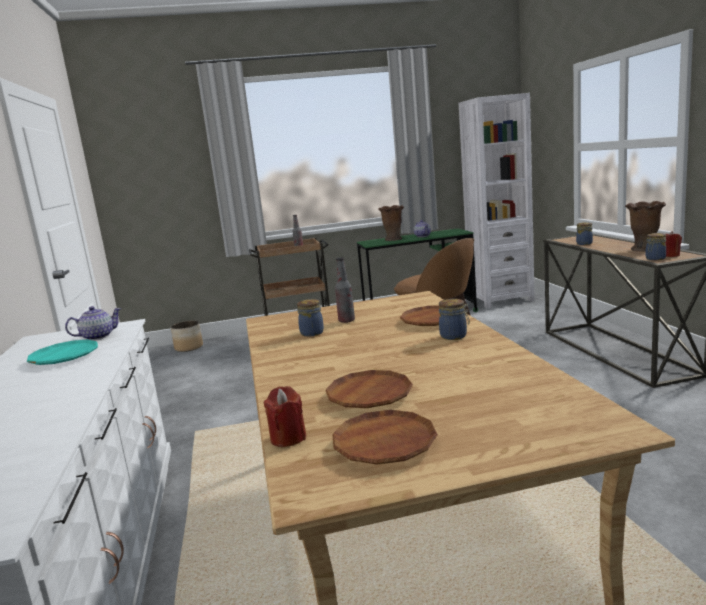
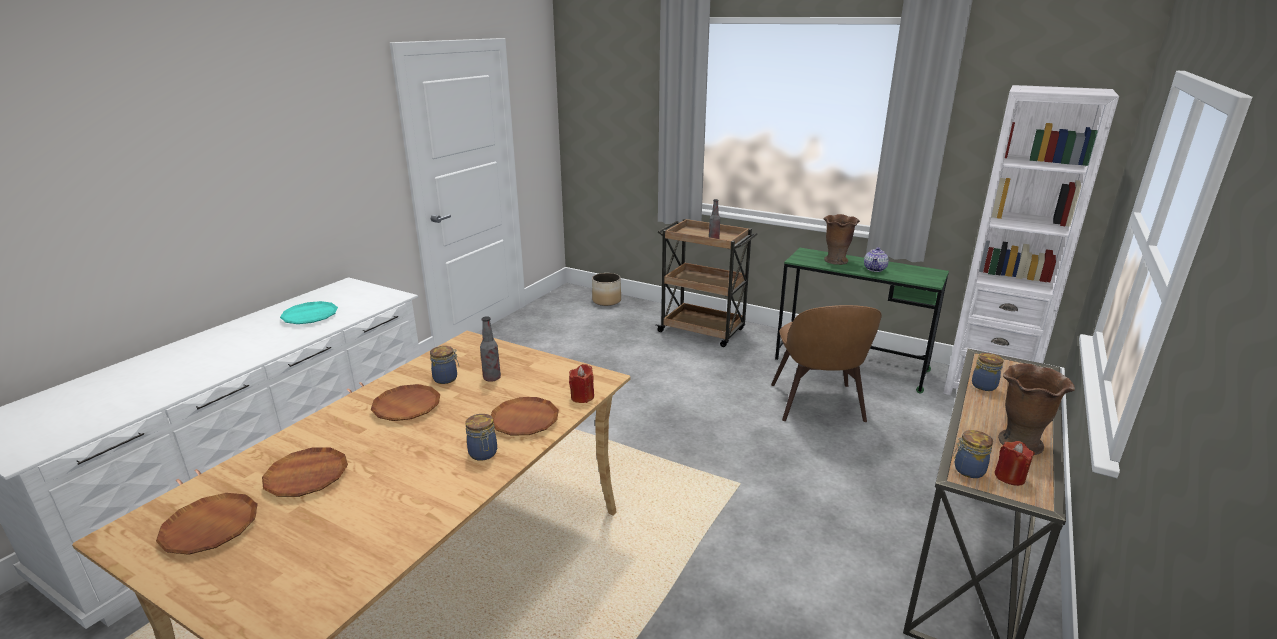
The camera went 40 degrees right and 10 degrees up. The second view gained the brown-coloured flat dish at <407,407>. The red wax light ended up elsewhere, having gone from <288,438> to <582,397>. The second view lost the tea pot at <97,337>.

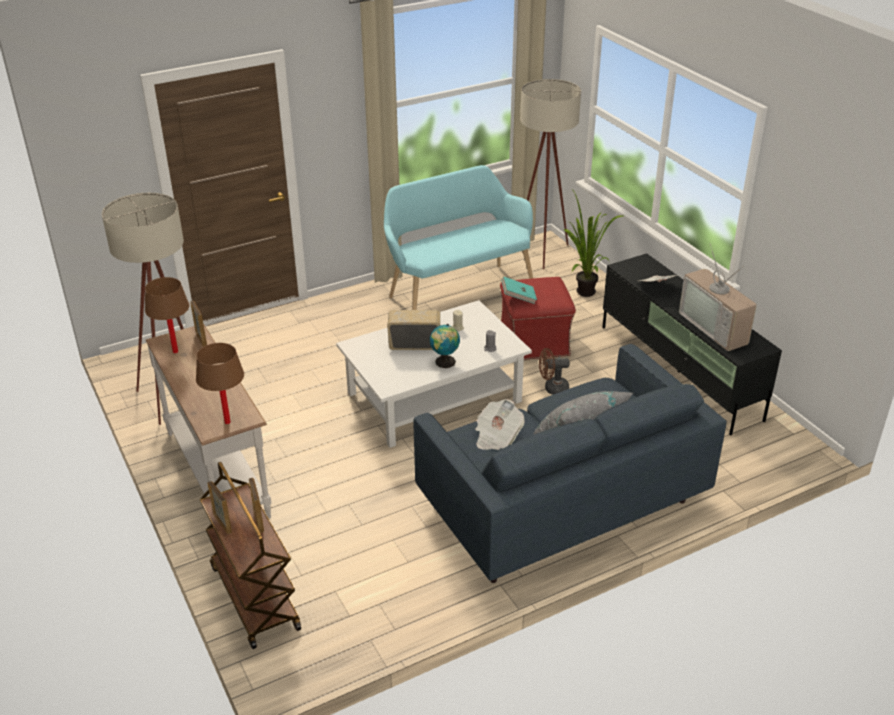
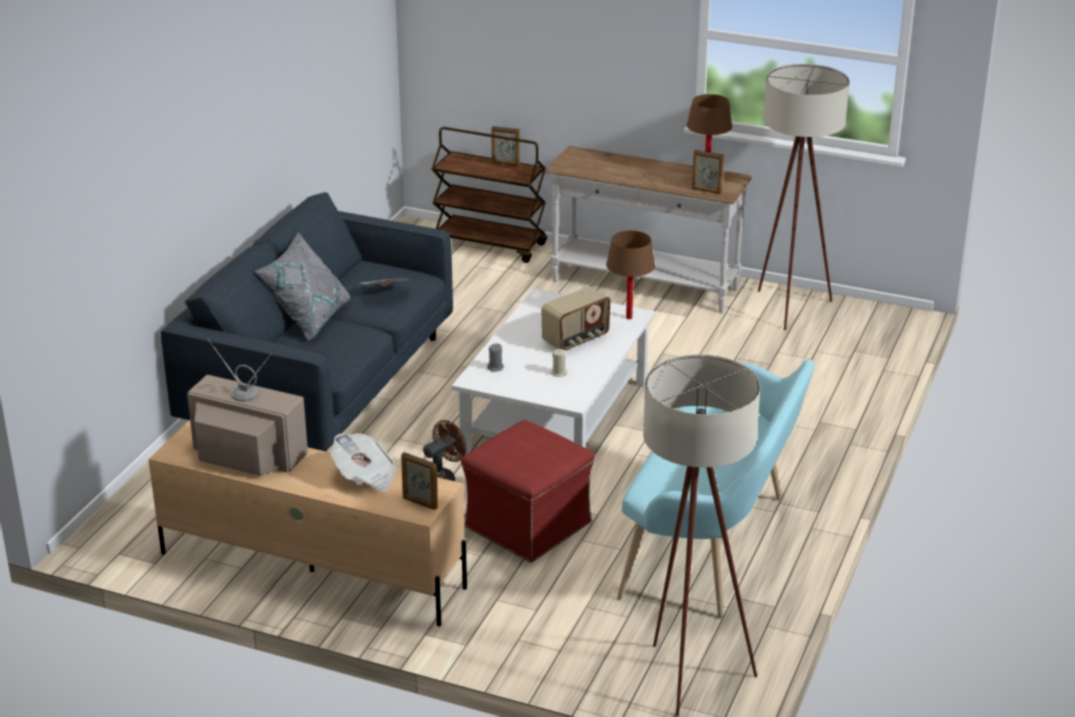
The camera went 140 degrees right and 5 degrees down. What was the black tv unit at <679,372> turned into the beige tv unit at <310,569>. The standing frame ended up elsewhere, having gone from <258,521> to <419,503>. The brown-coloured table lamp ended up elsewhere, having gone from <227,422> to <629,317>. The second view lost the globe at <444,363>. The second view lost the turquoise book at <518,297>. The second view lost the houseplant at <583,294>.

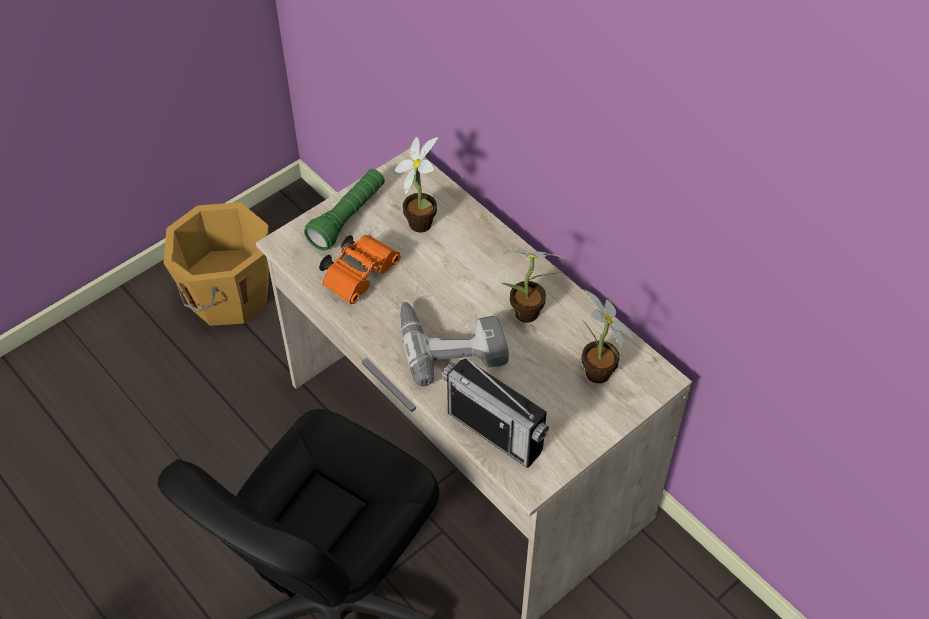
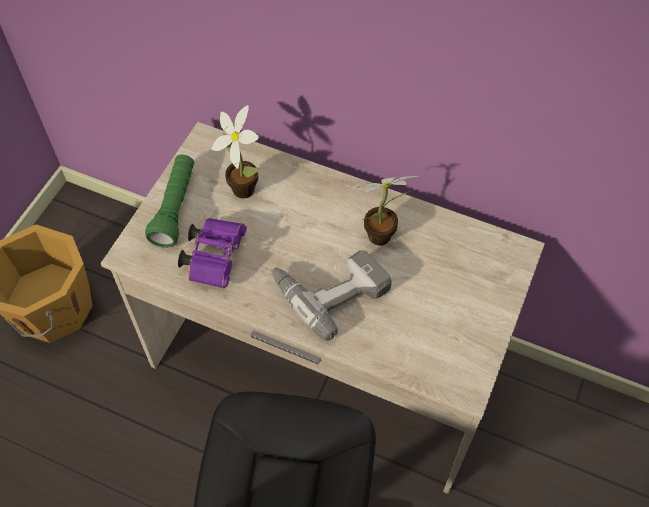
The camera went 25 degrees left and 5 degrees up. What was the orangey pair of binoculars at <360,274> turned into the purple-coloured pair of binoculars at <215,256>. The second view lost the radio receiver at <495,432>. The second view lost the houseplant at <598,377>.

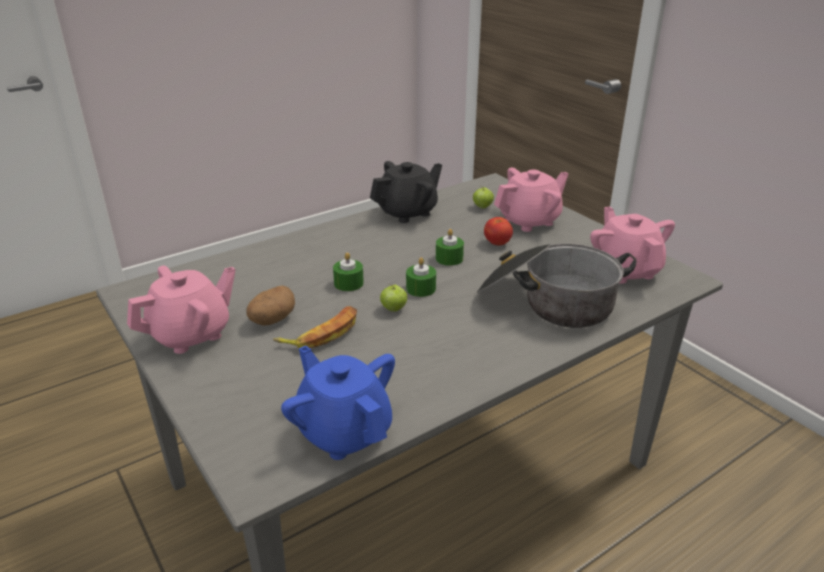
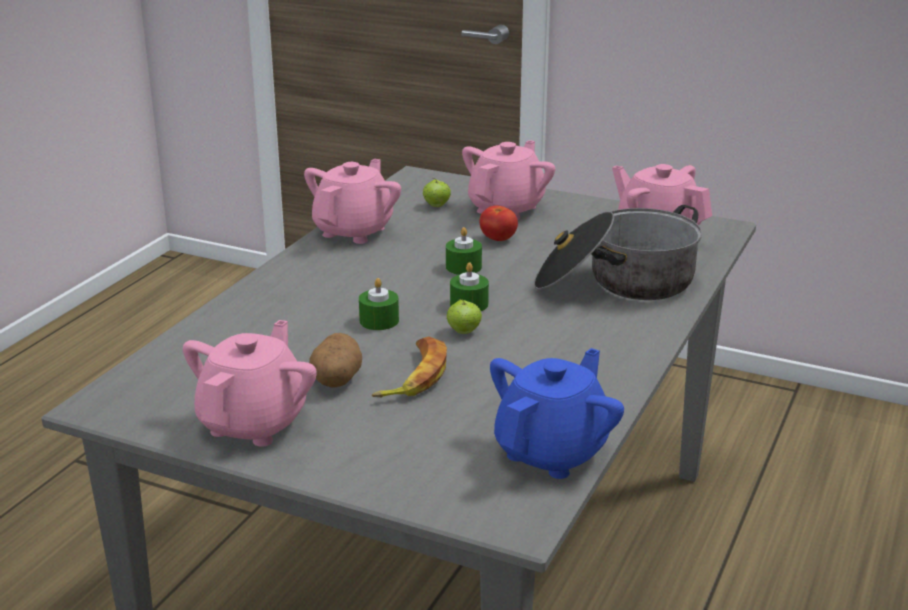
The camera went 30 degrees left and 5 degrees down. What was the black tea pot at <407,212> turned into the pinkish tea pot at <354,231>. The blue tea pot at <344,431> ended up facing another way, 105 degrees clockwise from before.

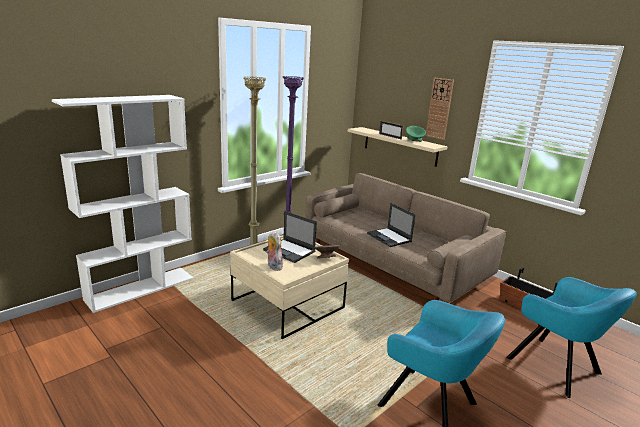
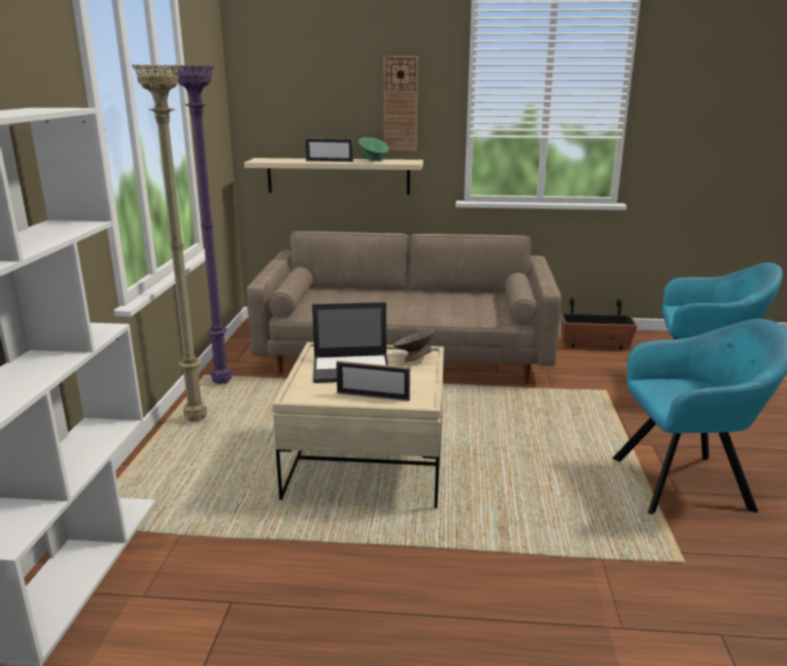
The camera went 40 degrees left and 0 degrees up. Where the cuddly toy stood at <273,266>, the standing frame came to stand at <373,396>. The second view lost the laptop at <389,237>.

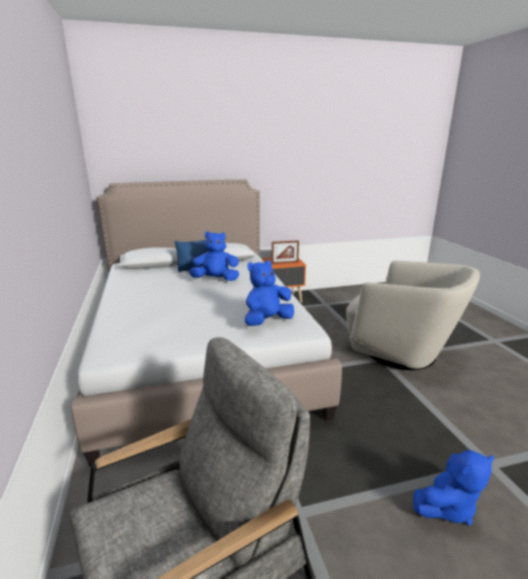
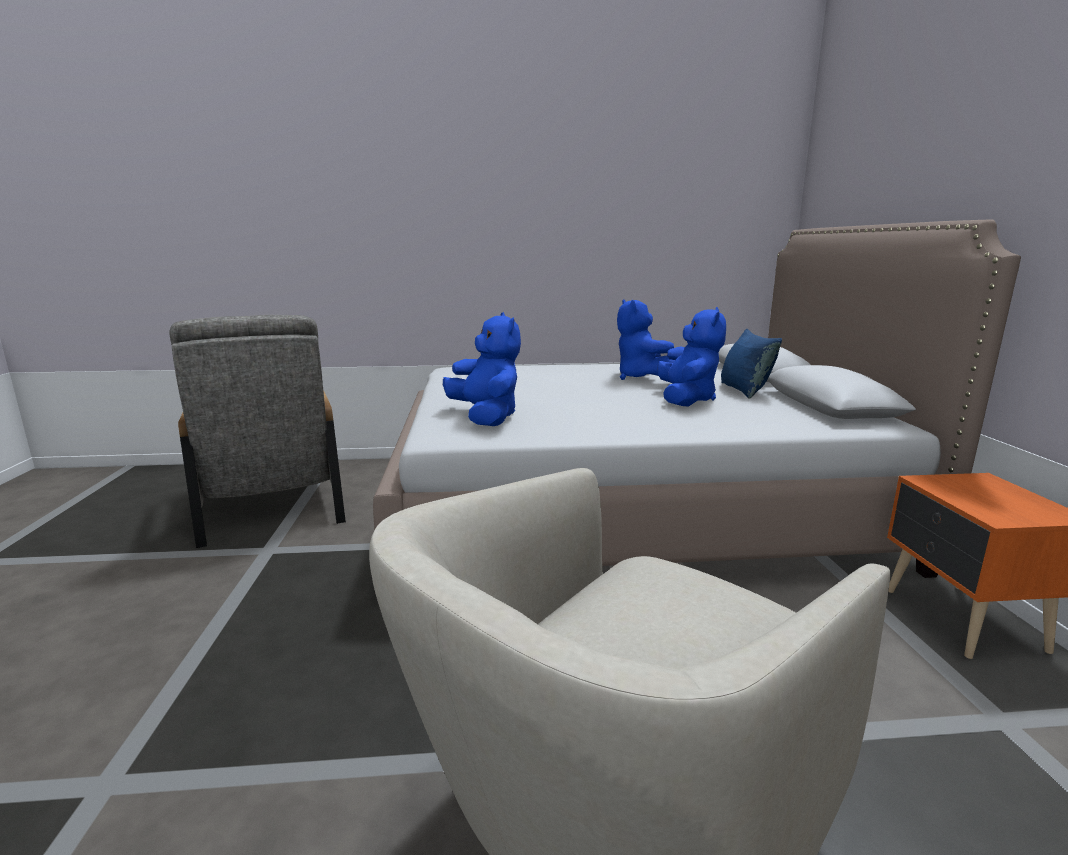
The camera went 100 degrees right and 5 degrees down. The blue cuddly toy ended up elsewhere, having gone from <446,506> to <641,378>. The second view lost the standing frame at <284,262>.

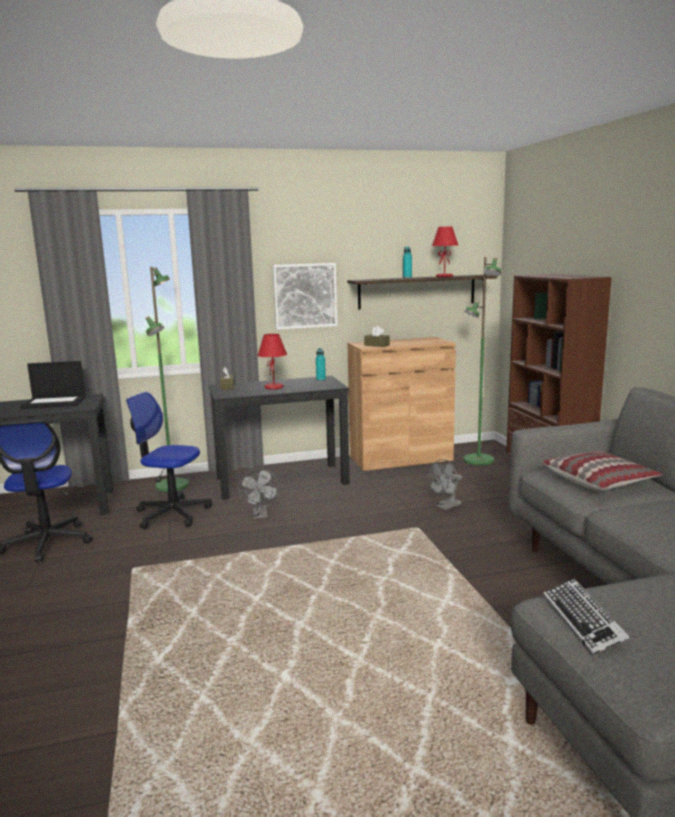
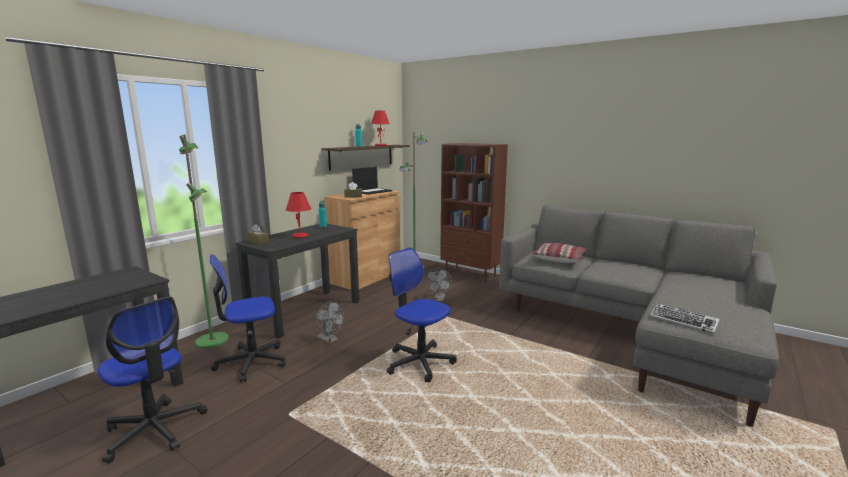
The camera went 40 degrees left and 0 degrees up. The laptop ended up elsewhere, having gone from <55,402> to <372,191>. The second view gained the office chair at <419,362>. The second view lost the wall picture at <305,296>.

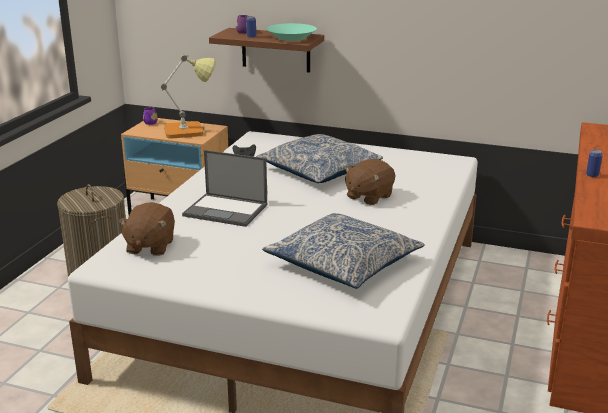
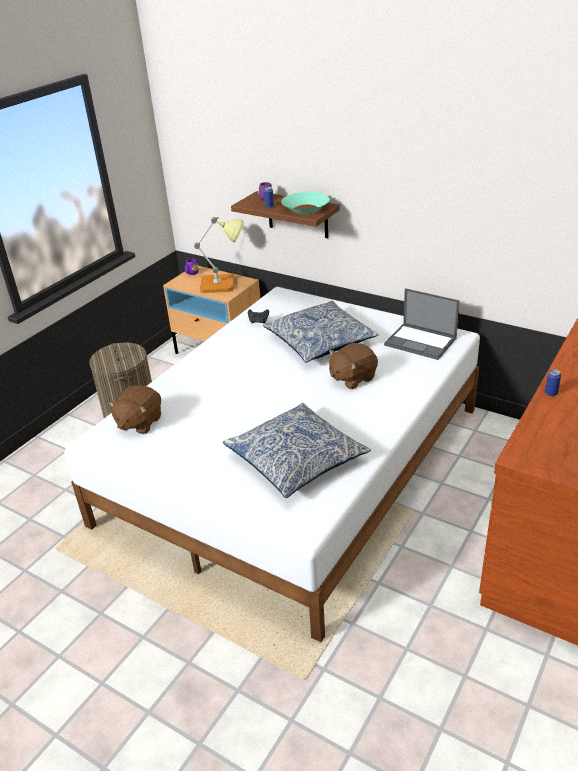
The camera went 15 degrees right and 10 degrees up. The laptop ended up elsewhere, having gone from <226,210> to <421,342>.

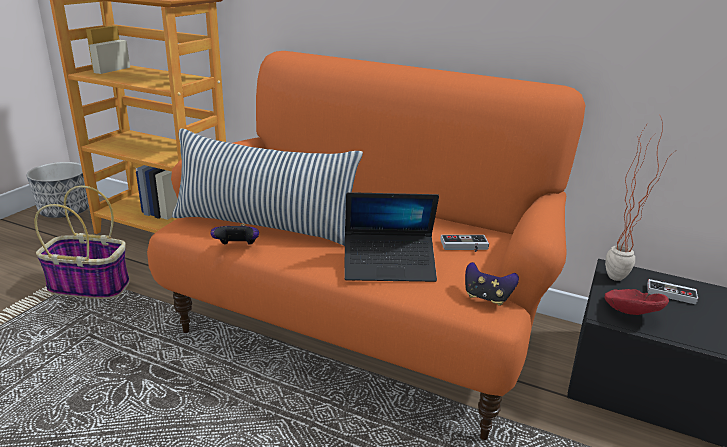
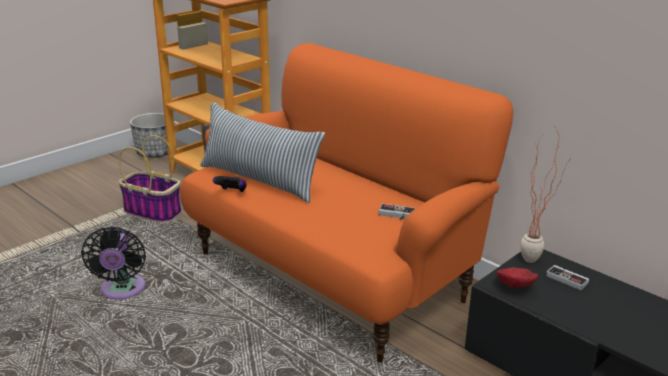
The camera went 20 degrees right and 0 degrees up. The second view gained the black cooling fan at <122,291>. The second view lost the laptop at <389,266>. The second view lost the joypad at <486,297>.

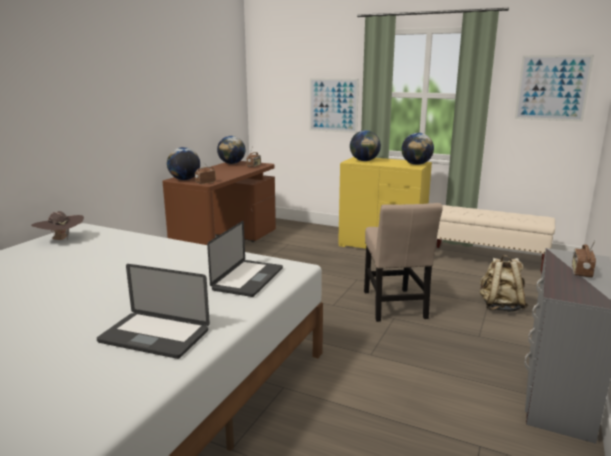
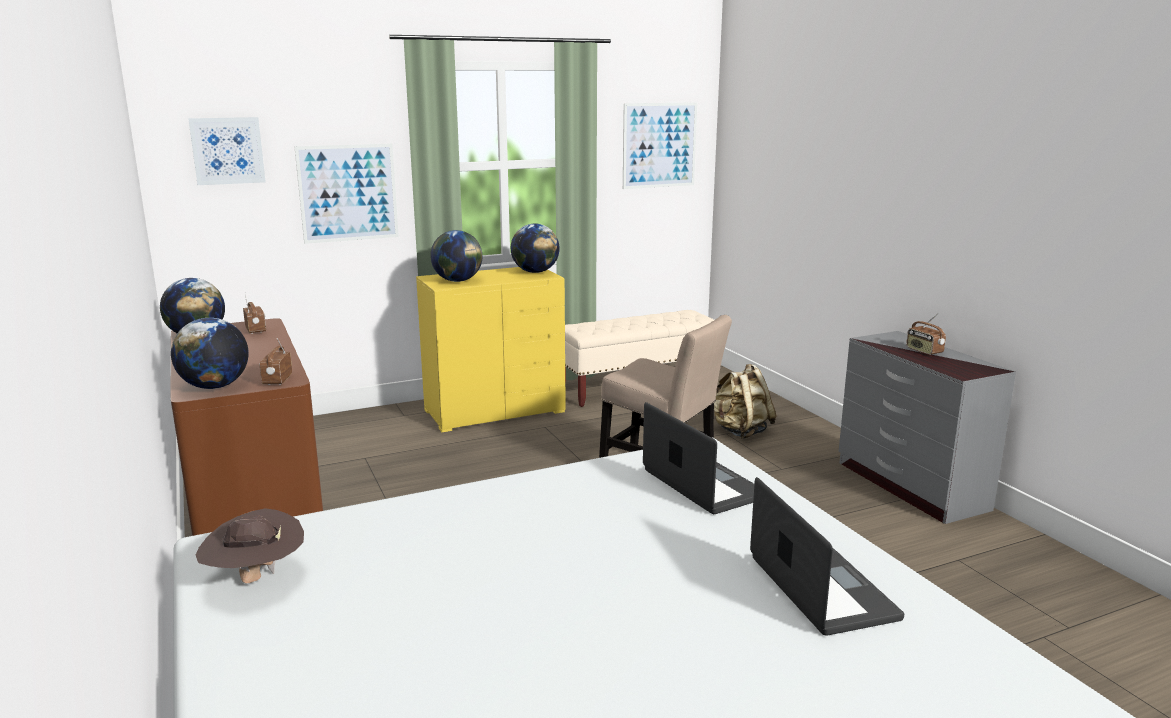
The camera went 50 degrees left and 0 degrees up. The second view gained the wall picture at <227,150>. The laptop at <154,336> ended up facing another way, 75 degrees counterclockwise from before.

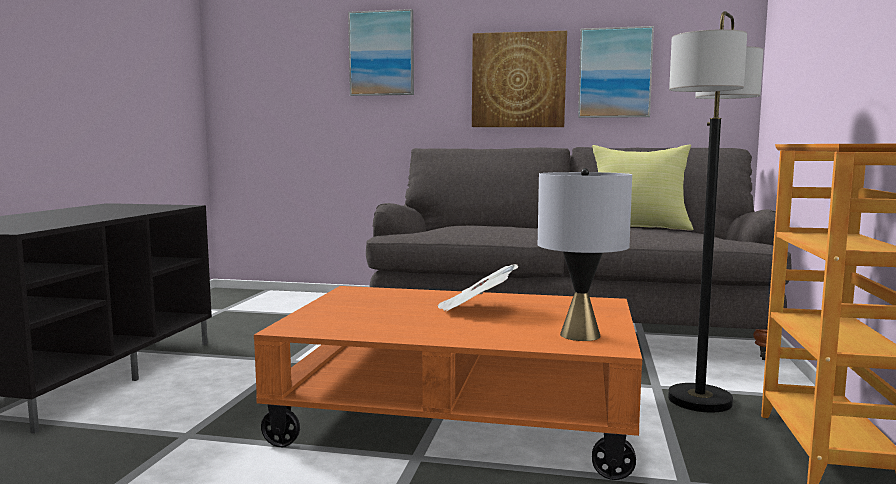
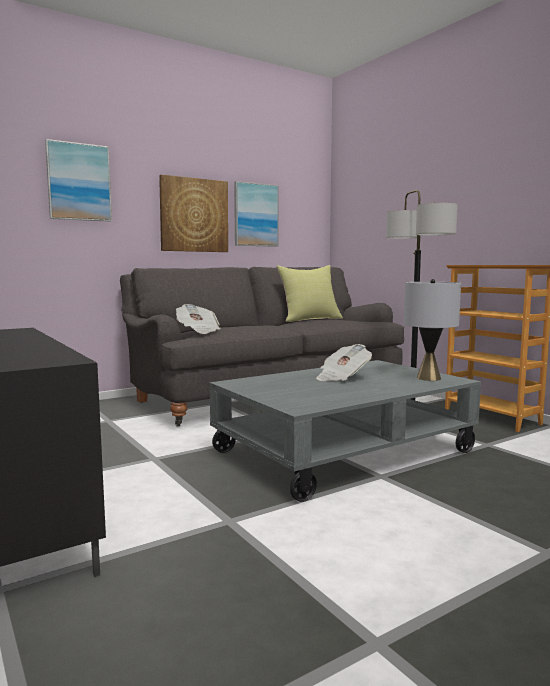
The camera went 45 degrees left and 0 degrees up. The second view gained the printed paper at <198,331>. What was the orangey coffee table at <459,415> turned into the gray coffee table at <343,451>.

